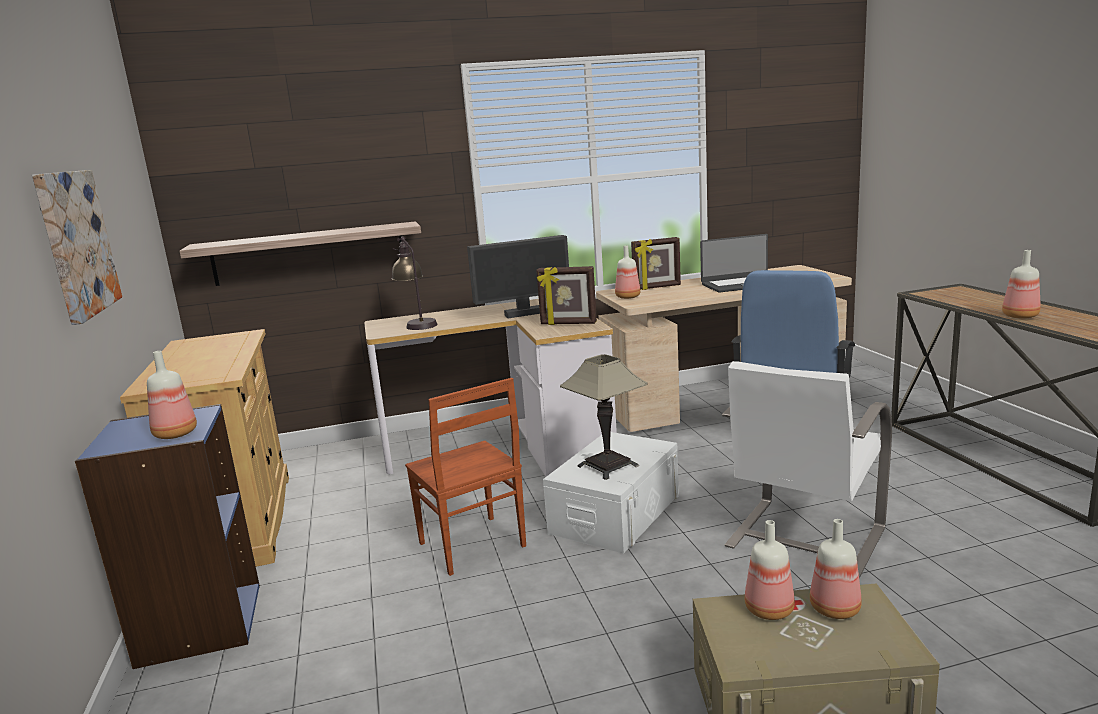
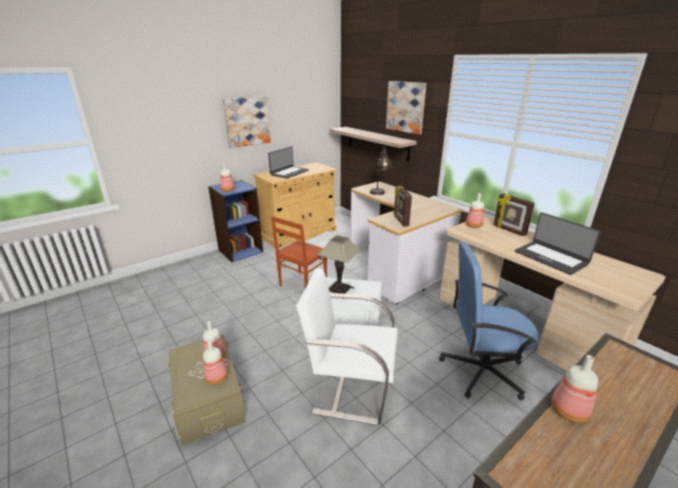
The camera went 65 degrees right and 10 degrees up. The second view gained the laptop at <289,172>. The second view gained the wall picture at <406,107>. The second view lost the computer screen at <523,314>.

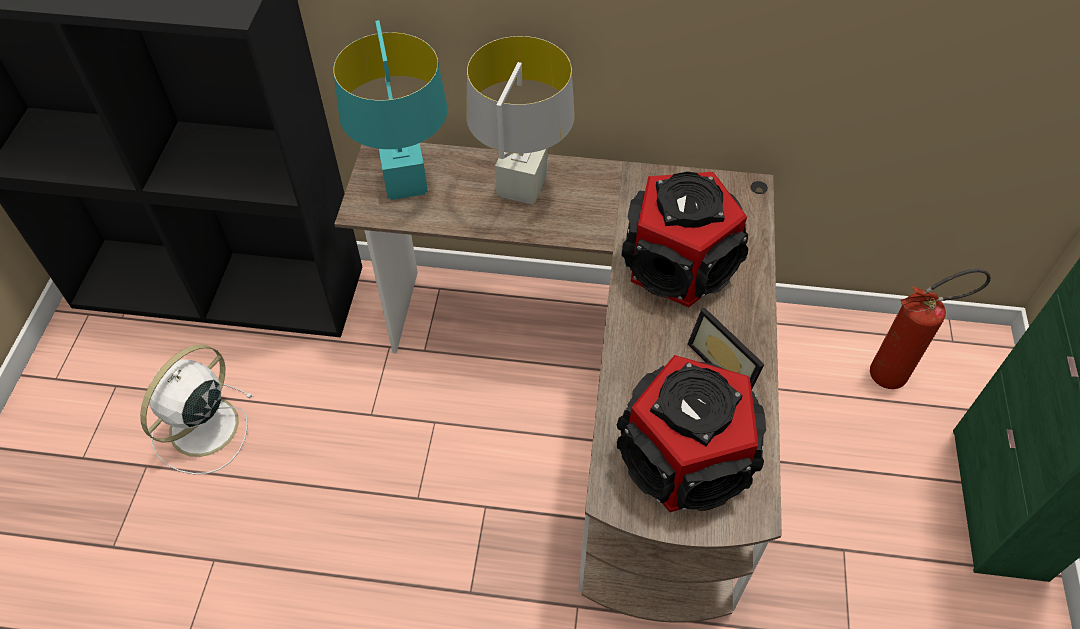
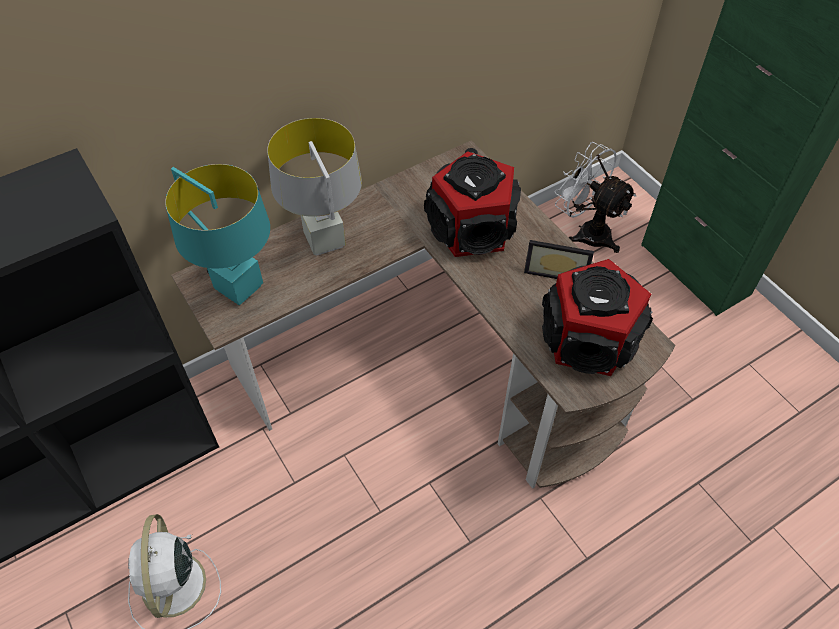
The camera went 40 degrees left and 0 degrees up. Where the fire-fighting cylinder stood at <897,373>, the white-coloured cooling fan came to stand at <586,231>.

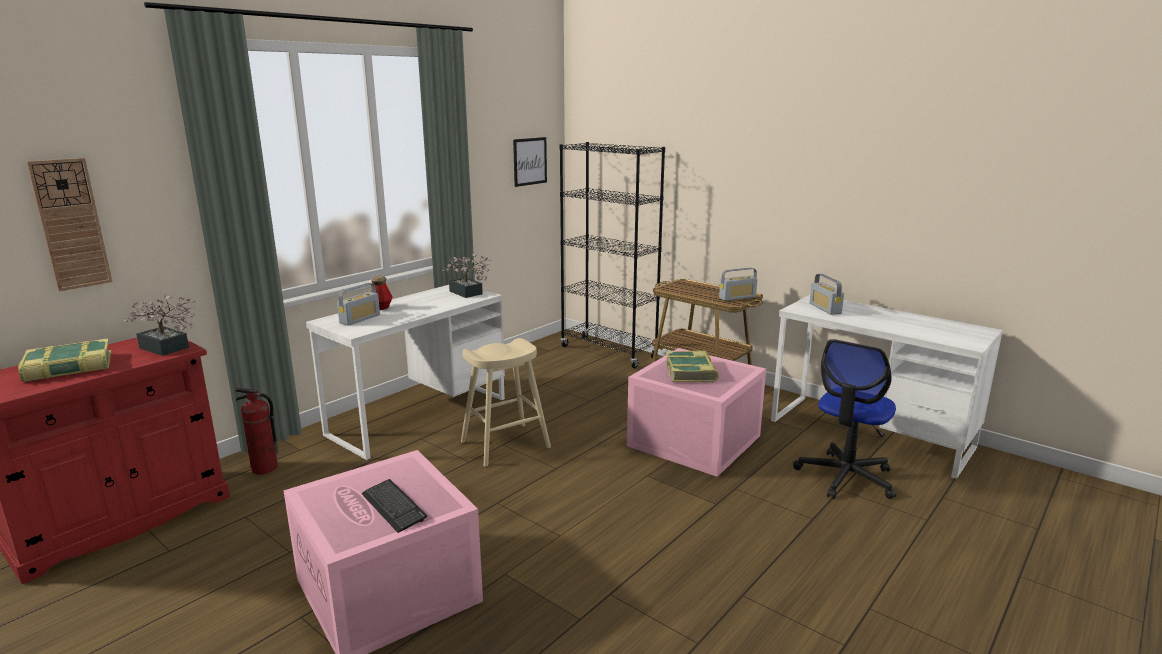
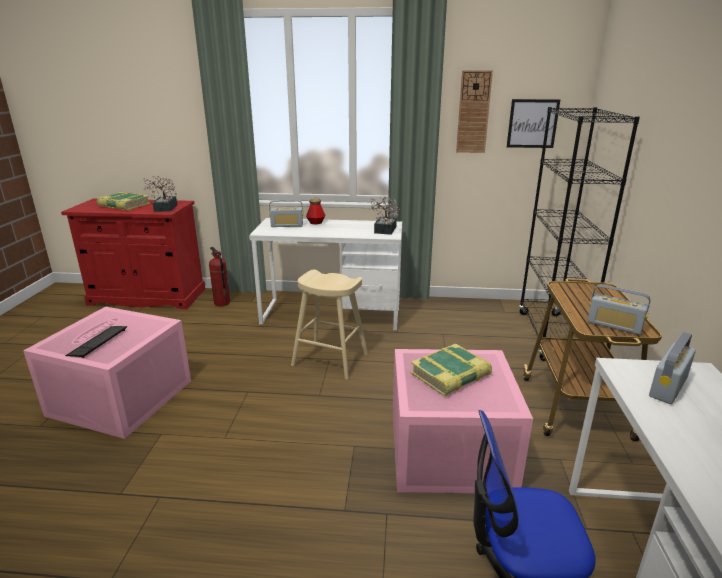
The camera went 55 degrees right and 5 degrees up. The clock on the wall ended up elsewhere, having gone from <70,224> to <473,112>.

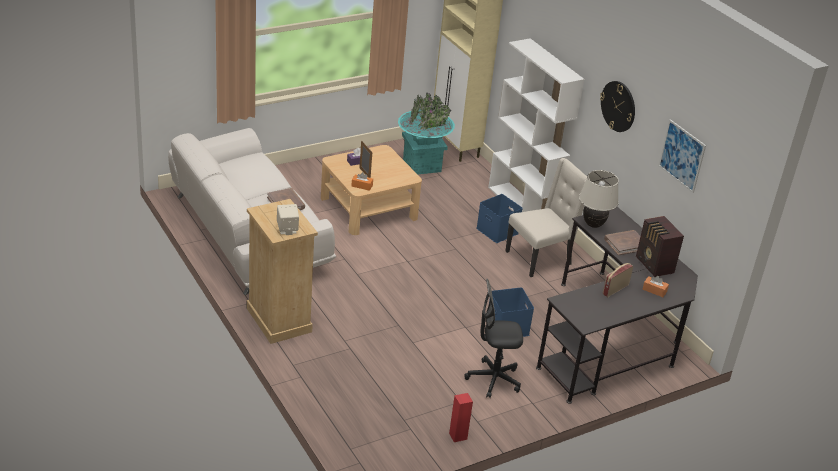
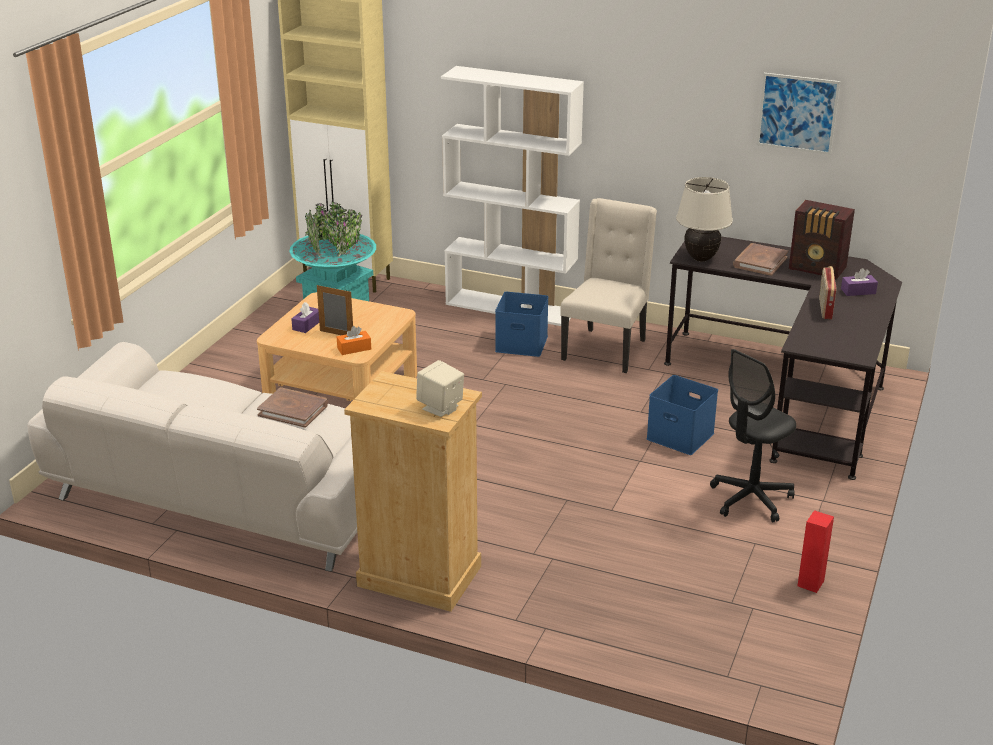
The camera went 35 degrees left and 5 degrees down. What was the orangey box of tissues at <654,290> turned into the purple-coloured box of tissues at <858,291>. The second view lost the clock on the wall at <618,106>.

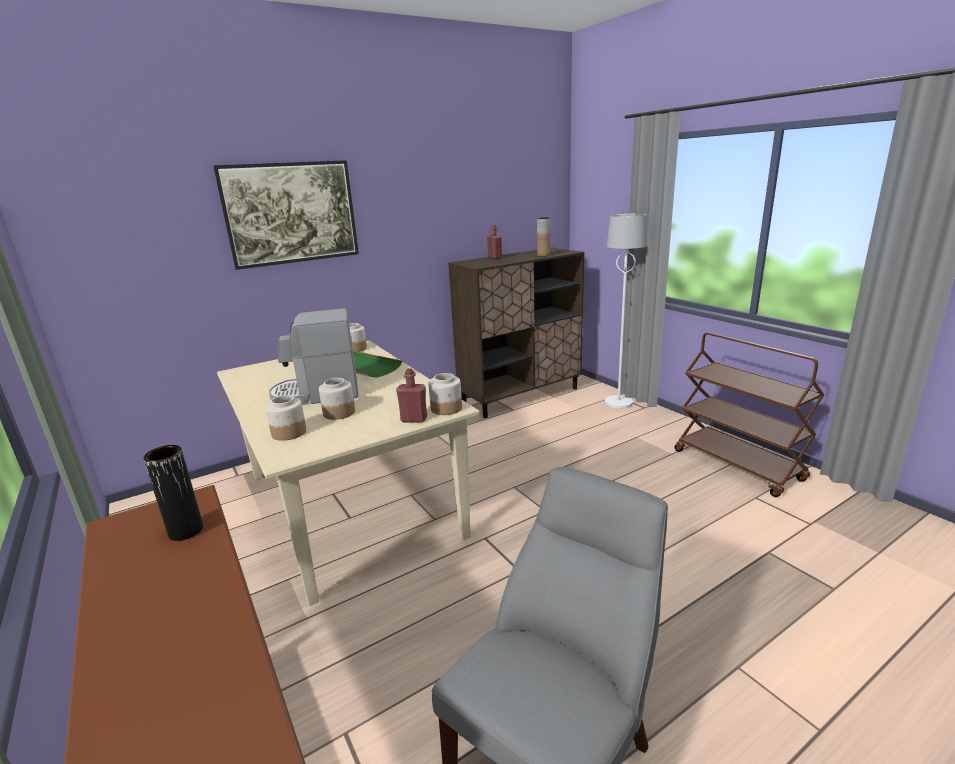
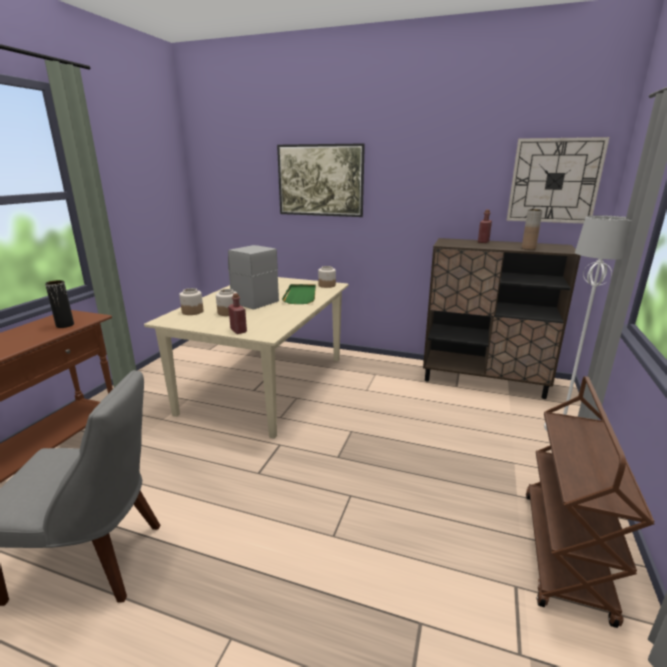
The camera went 50 degrees right and 0 degrees up. The second view gained the clock on the wall at <554,181>. The second view lost the preserve jar at <446,408>.

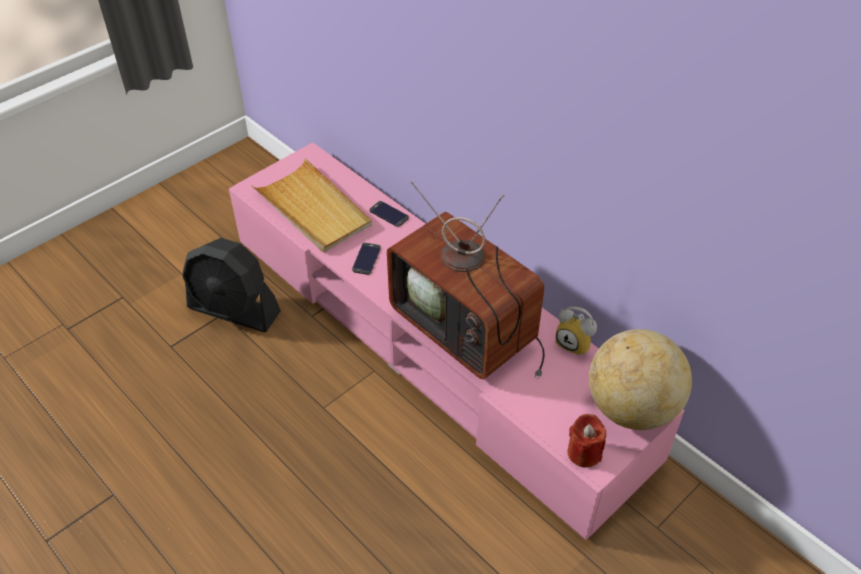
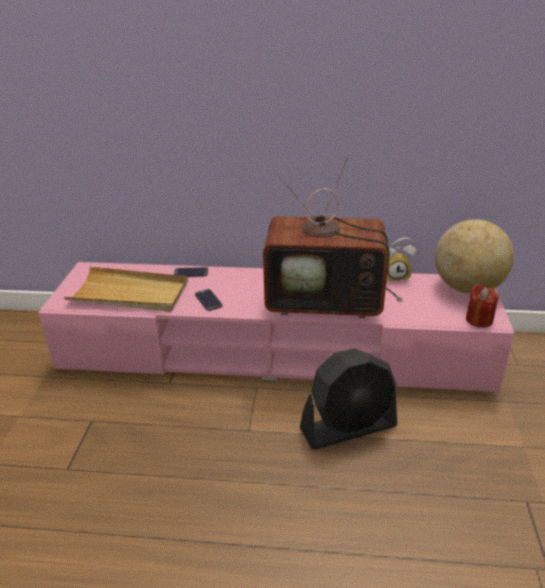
The camera went 40 degrees left and 15 degrees down. The black cooling fan ended up elsewhere, having gone from <234,310> to <349,427>.

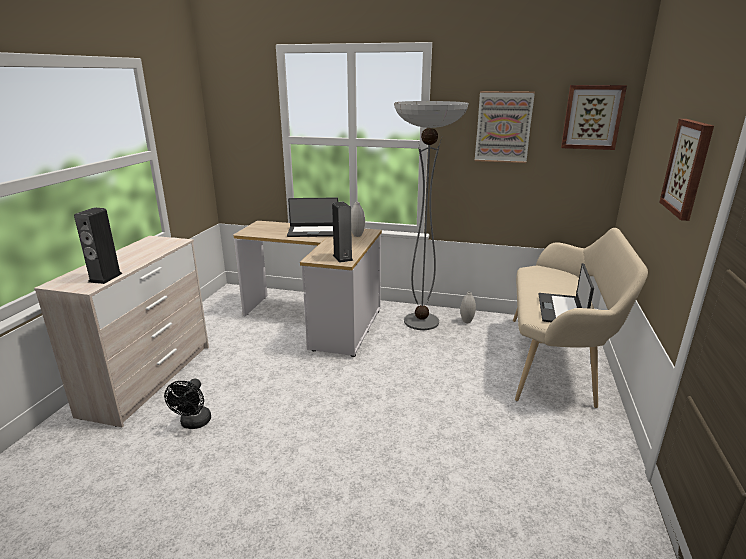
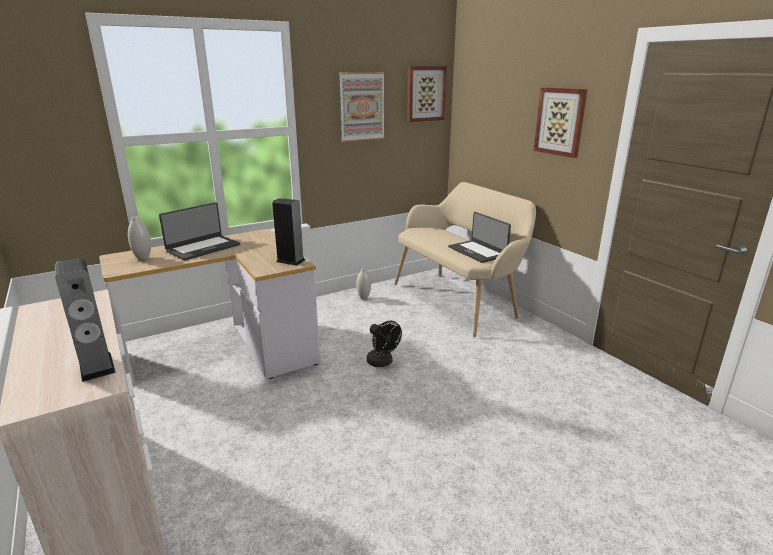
The camera went 45 degrees left and 0 degrees up. The white-coloured flower vase ended up elsewhere, having gone from <357,235> to <143,258>. The black cooling fan ended up elsewhere, having gone from <194,424> to <382,363>. The second view lost the standard lamp at <421,321>.

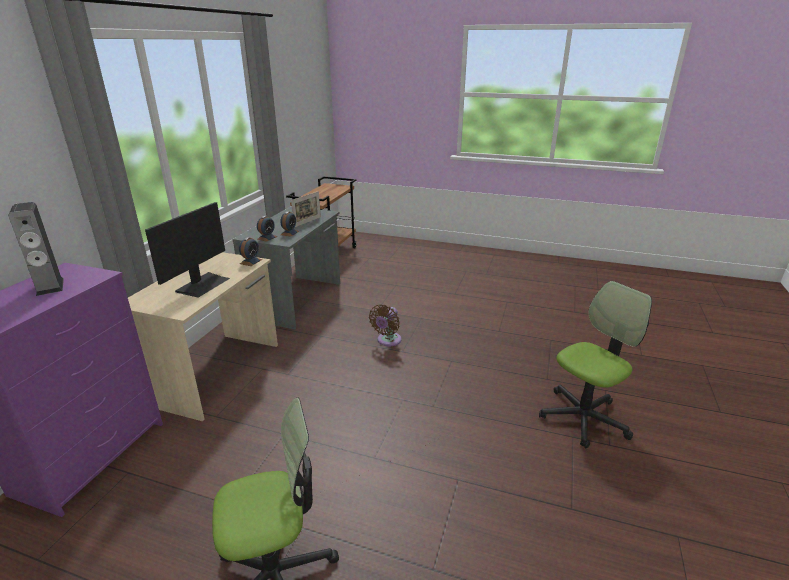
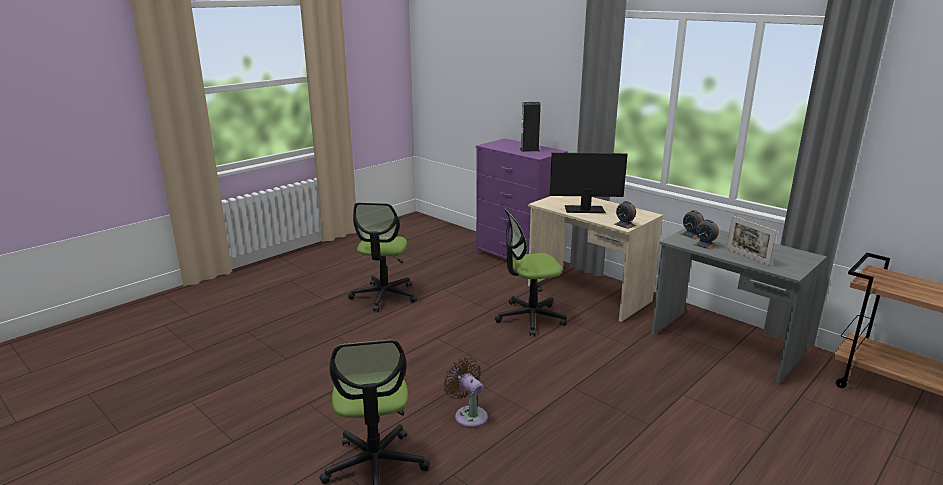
The camera went 115 degrees right and 5 degrees down. The brown-coloured cooling fan ended up elsewhere, having gone from <387,341> to <469,415>. The second view gained the office chair at <530,318>. The computer screen at <202,284> ended up facing another way, 135 degrees clockwise from before.

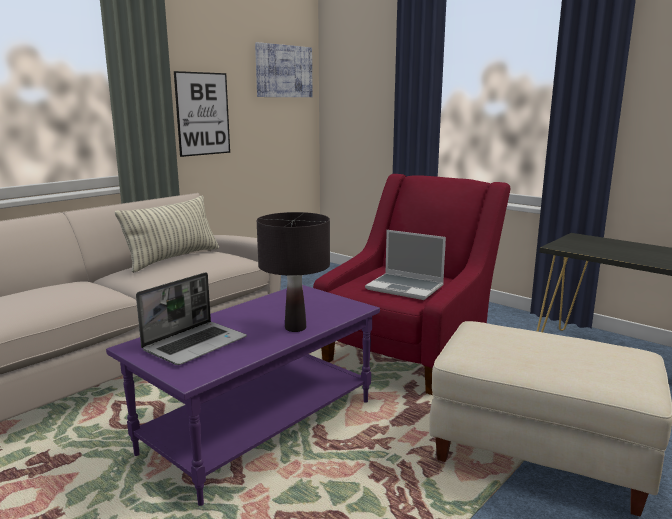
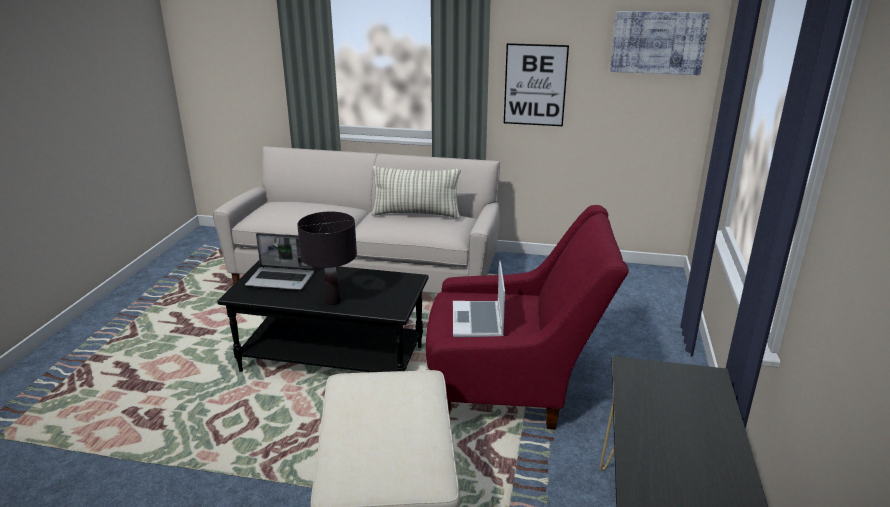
The camera went 60 degrees right and 10 degrees up. What was the purple-coloured coffee table at <259,426> turned into the black coffee table at <334,358>.

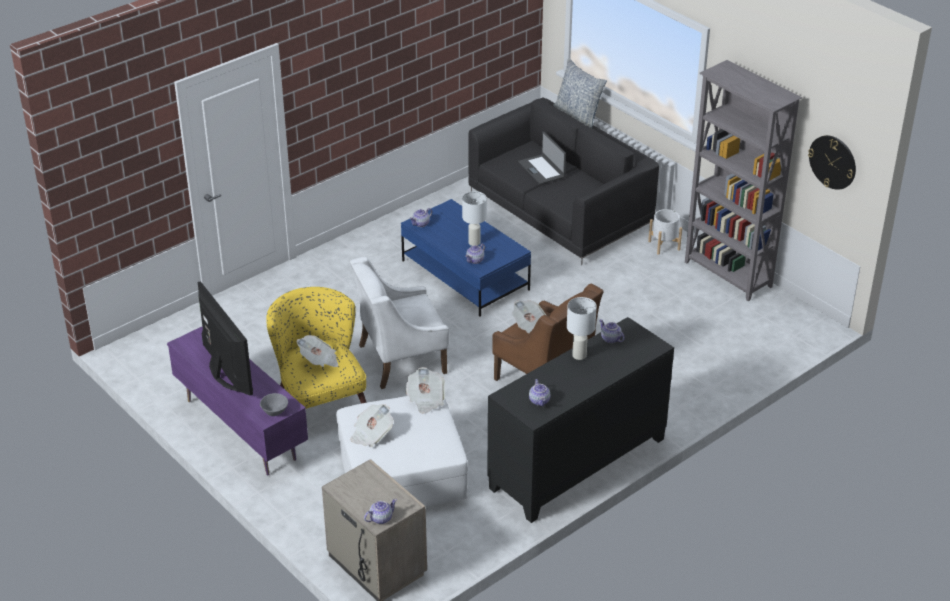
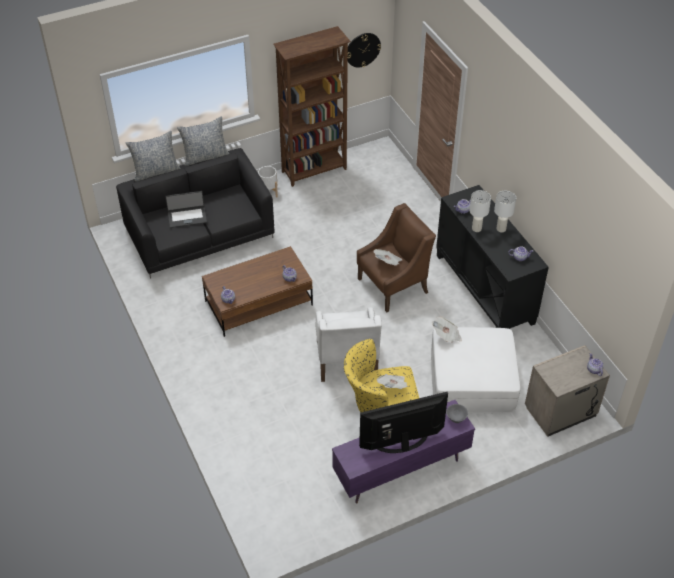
The camera went 75 degrees left and 10 degrees up. The second view gained the pillow at <205,156>. What was the blue coffee table at <465,275> turned into the brown-coloured coffee table at <259,303>. What was the gray bookshelf at <728,275> turned into the brown-coloured bookshelf at <315,170>. The white-coloured table lamp ended up elsewhere, having gone from <474,242> to <501,229>. The second view lost the printed paper at <371,434>.

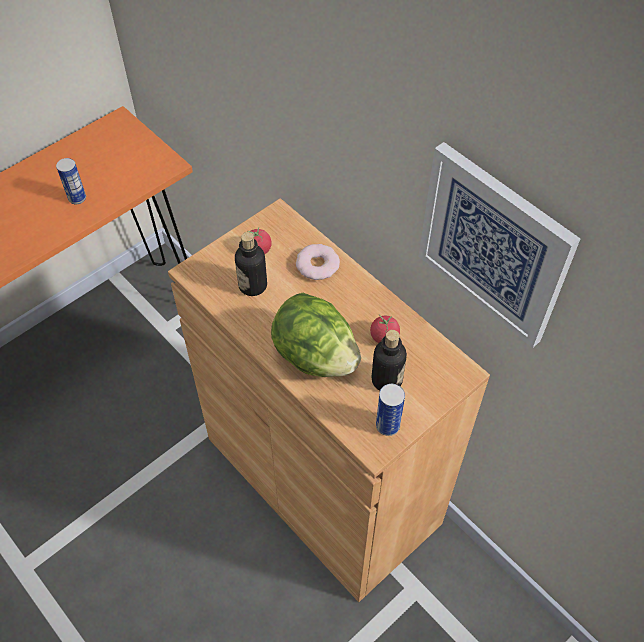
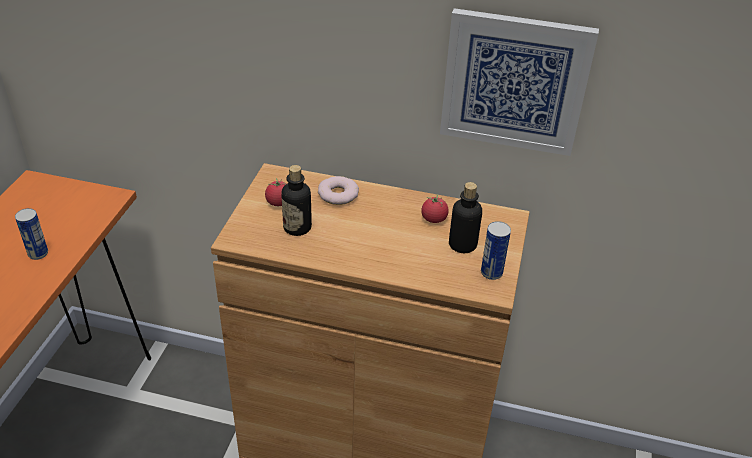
The camera went 35 degrees left and 15 degrees down. The second view lost the head of lettuce at <315,356>.

